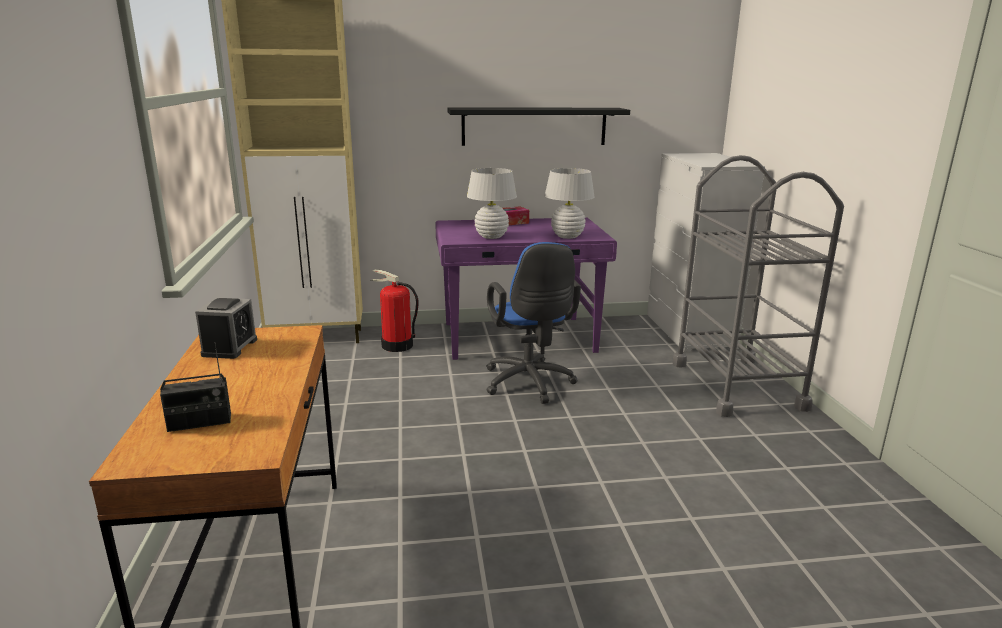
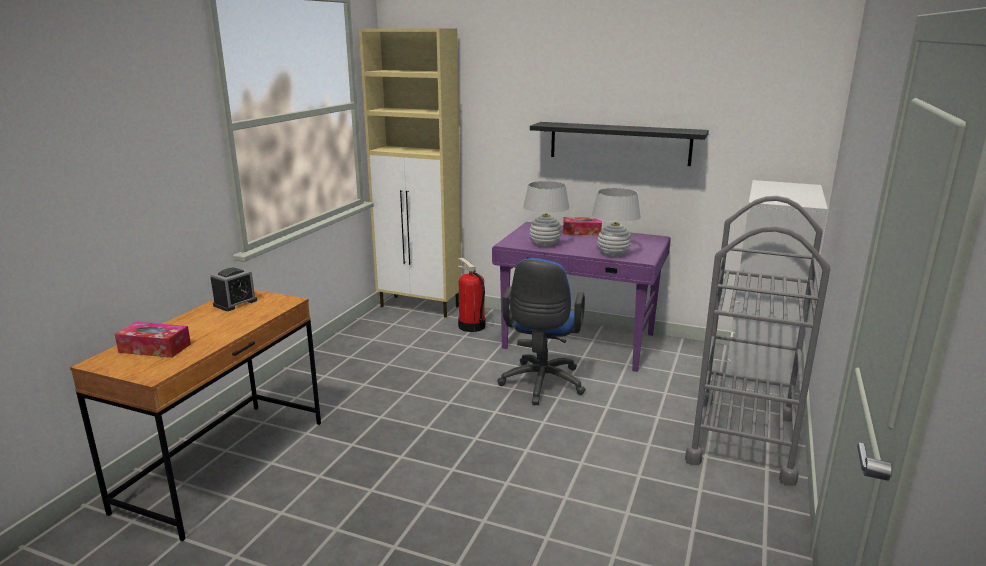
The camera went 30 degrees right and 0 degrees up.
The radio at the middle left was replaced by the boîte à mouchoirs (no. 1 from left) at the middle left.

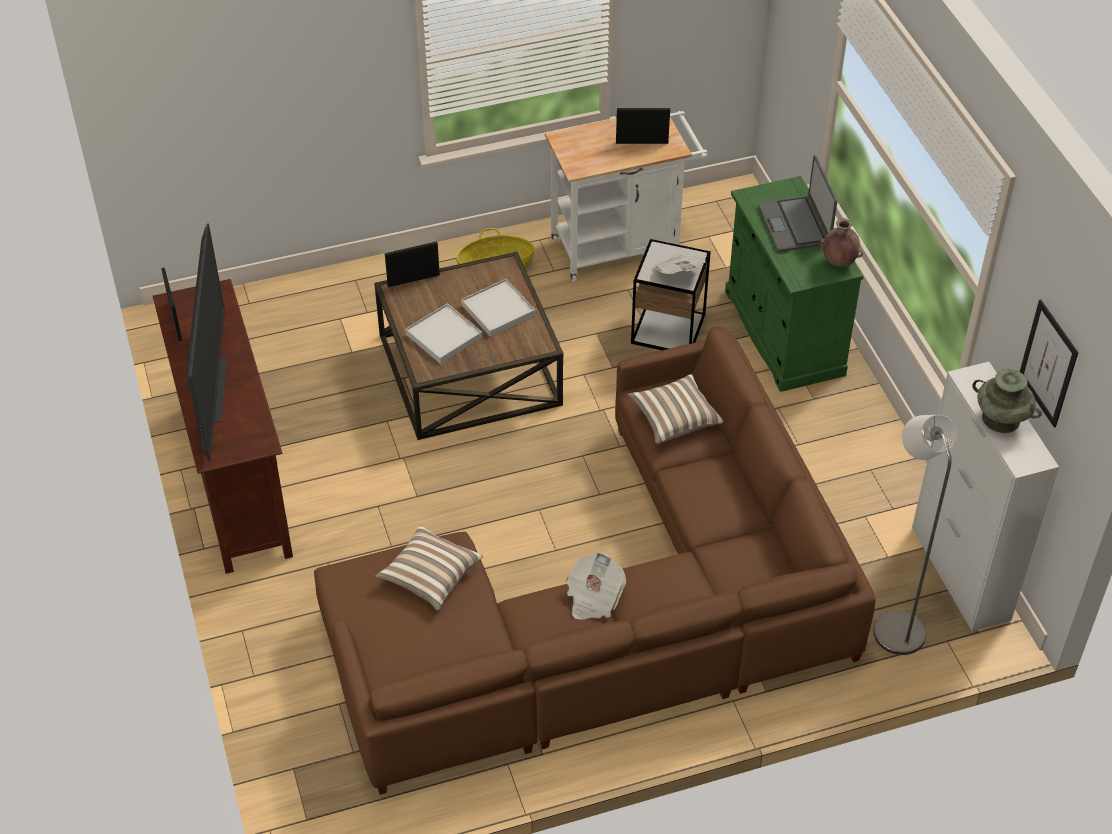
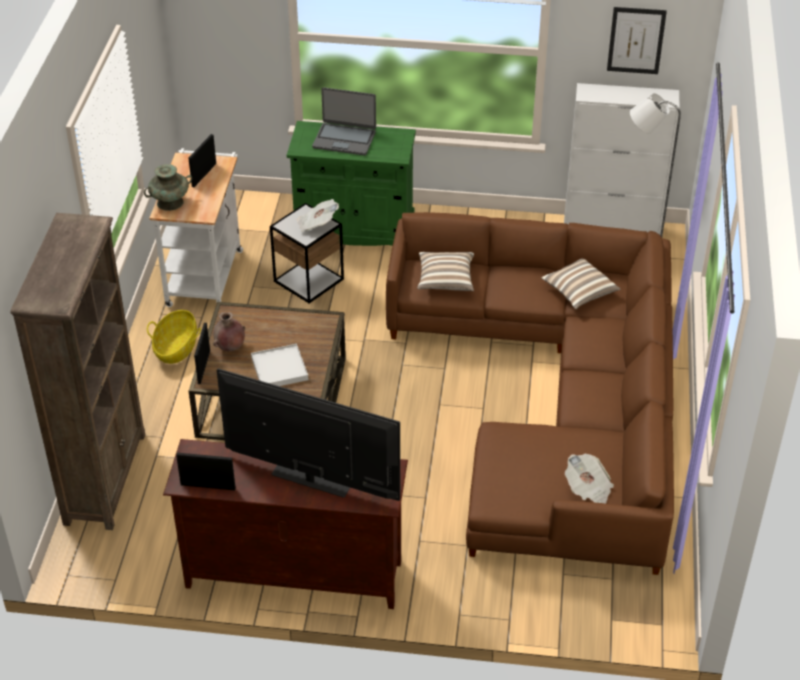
The camera went 65 degrees left and 5 degrees down.
The coussin (no. 1 from left in the first image) moved from the bottom centre to the middle right.
The plateau [blanc] (no. 2 from left) at the centre disappeared.
The journal (no. 1 from left in the first image) moved from the bottom centre to the bottom right.
The vase [marron] moved from the top right to the middle left.
The vase [turquoise] moved from the middle right to the top left.
The bibliothèque [marron] at the middle left appeared.

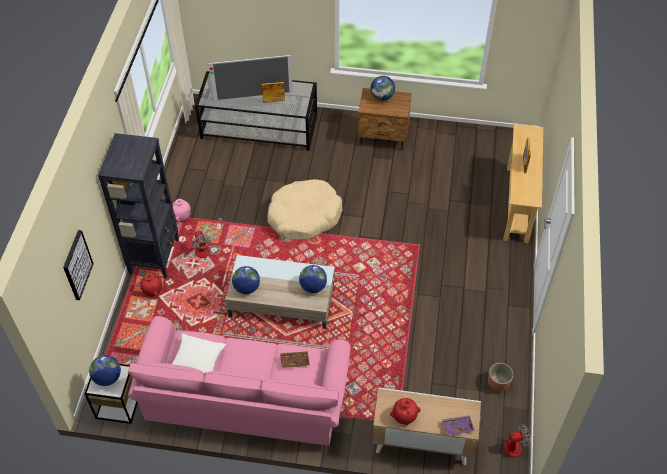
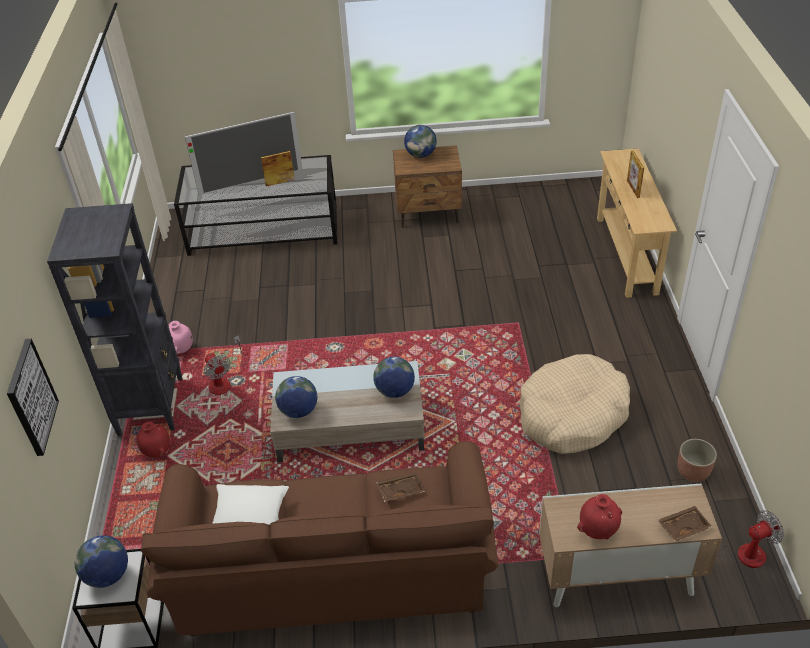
The camera went 10 degrees left and 10 degrees down.
The canapé [rose] at the bottom centre became the canapé [marron] at the bottom centre.
The panier pour chien [beige] moved from the centre to the middle right.
The plateau [violet] at the bottom right became the plateau [marron] (no. 2 from left) at the bottom right.

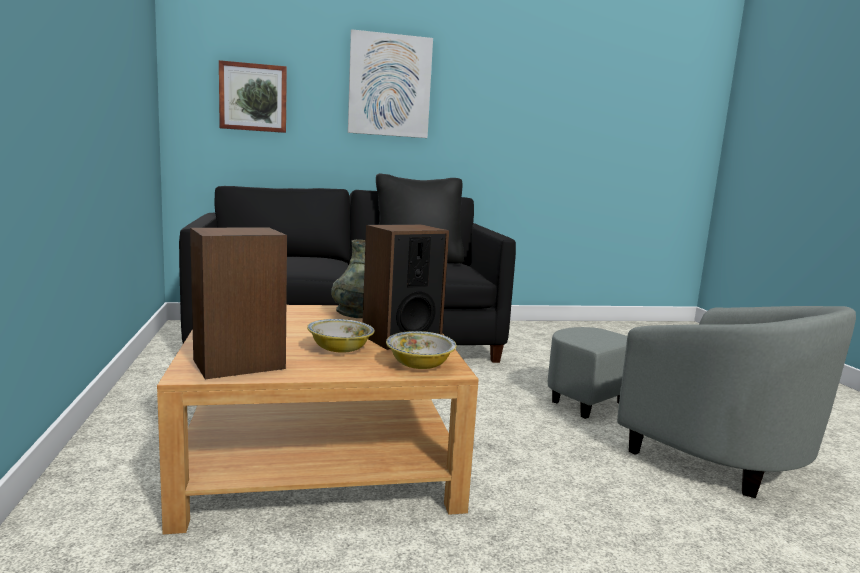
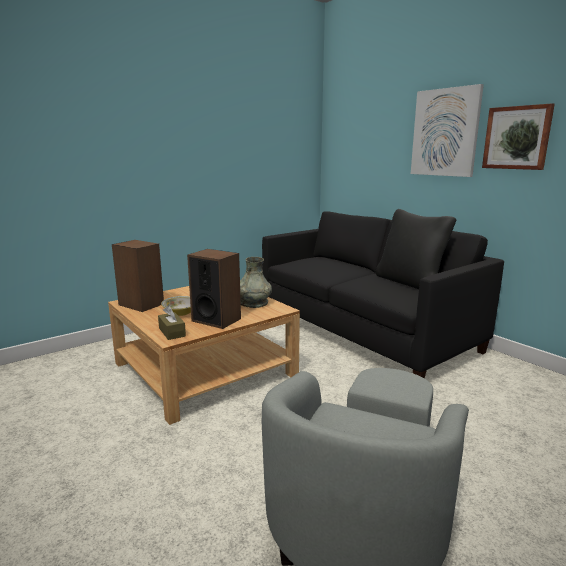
The camera went 65 degrees right and 5 degrees up.
The tableau (no. 1 from left in the first image) moved from the top left to the top right.
The bol (no. 2 from left) at the centre was replaced by the boîte à mouchoirs [marron] at the middle left.

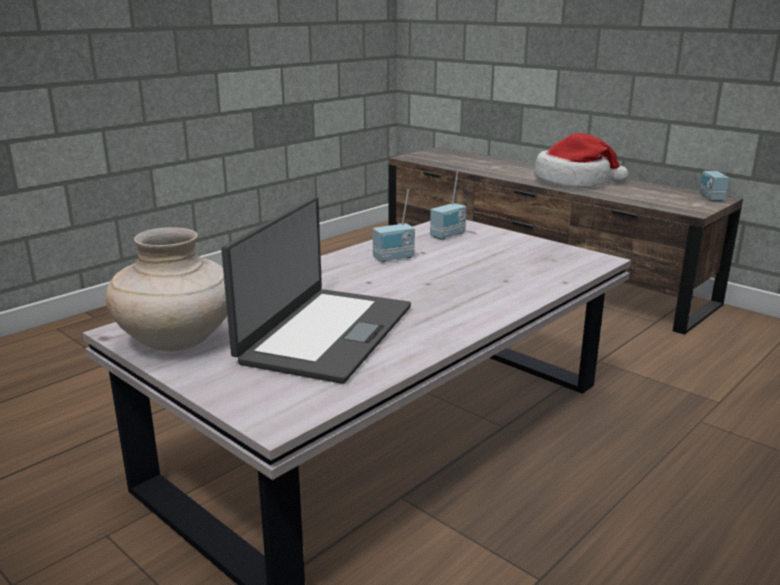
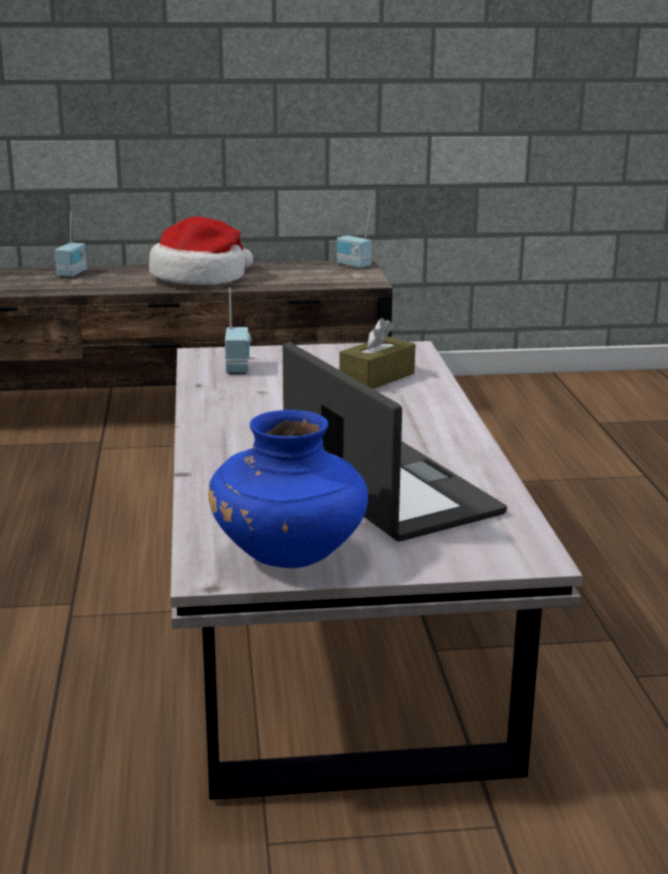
The camera went 50 degrees left and 0 degrees up.
The vase [beige] at the middle left became the vase [bleu] at the centre.
The radio (no. 1 from left) moved from the centre to the top left.
The boîte à mouchoirs [marron] at the centre appeared.

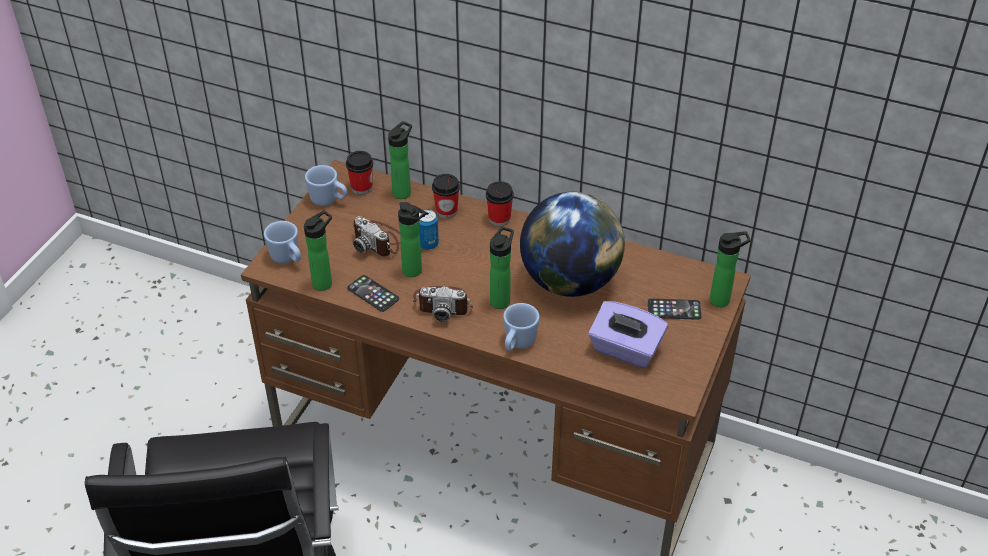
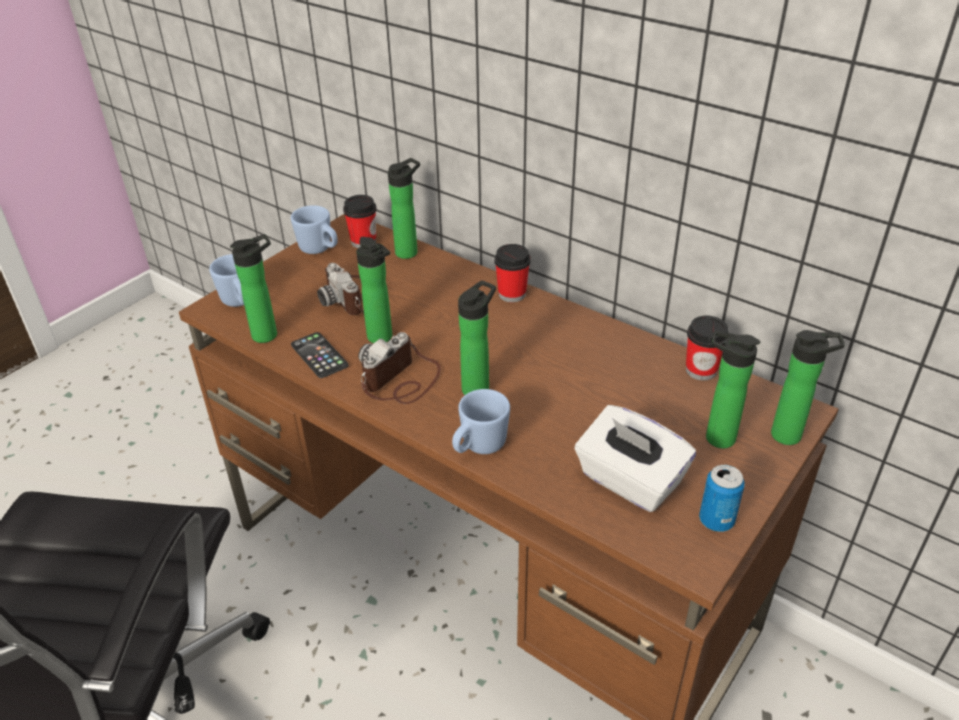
The camera went 15 degrees right and 5 degrees down.
The appareil photo (no. 2 from left) at the centre turned 105 degrees clockwise.
The boîte métallique moved from the centre to the bottom right.
The tasse (no. 2 from left in the first image) moved from the centre to the middle right.
The globe at the centre disappeared.
The boîte à mouchoirs [violet] at the centre became the boîte à mouchoirs [blanc] at the centre.
The téléphone (no. 2 from left) at the middle right was replaced by the bouteille (no. 5 from left) at the middle right.

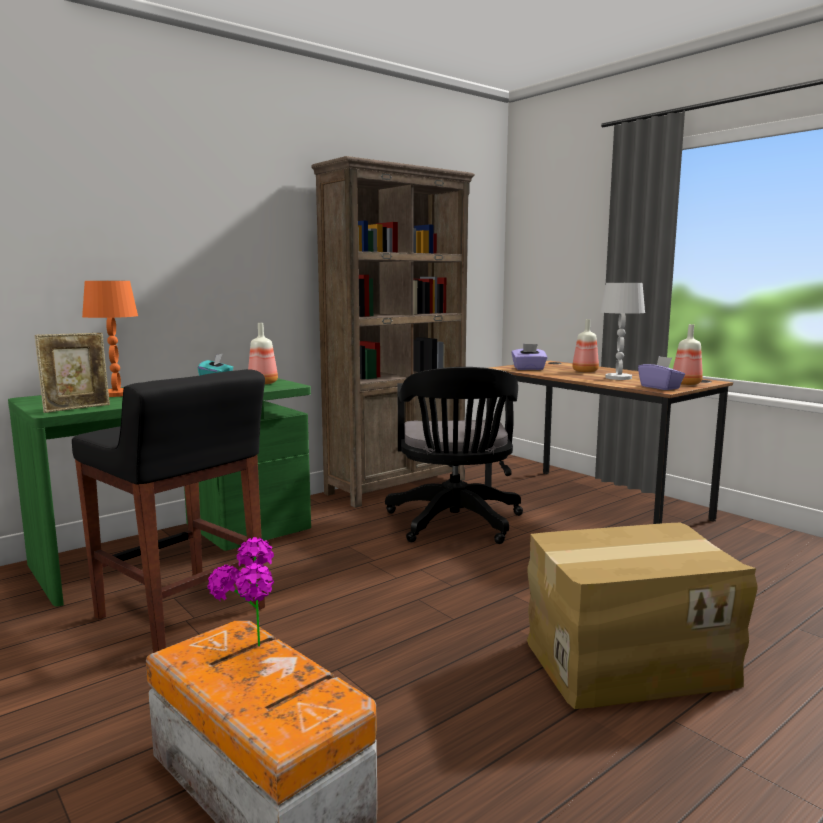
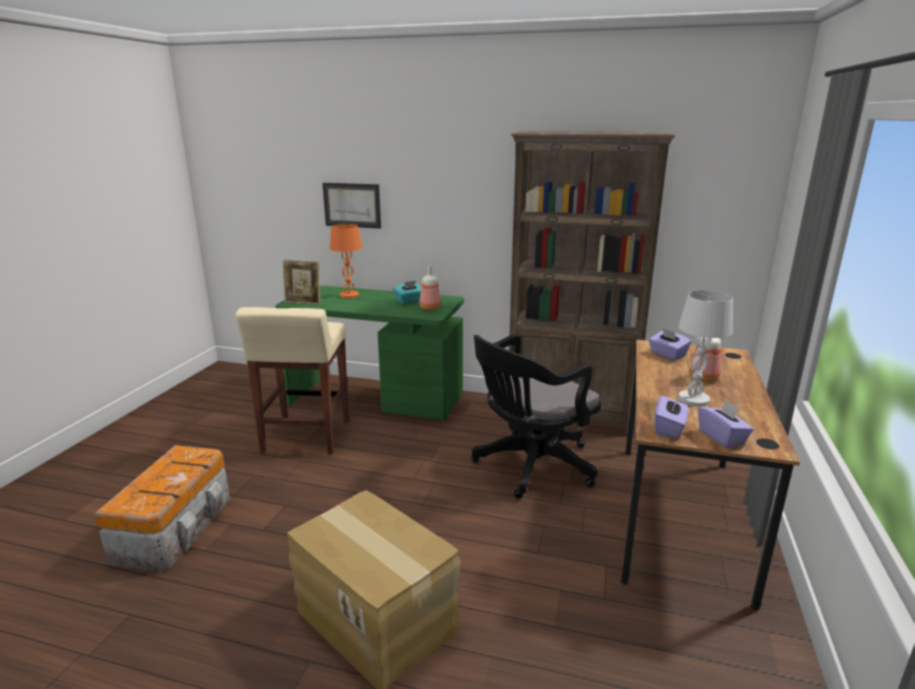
The camera went 55 degrees right and 10 degrees up.
The tabouret [noir] at the middle left became the tabouret [beige] at the middle left.
The plante en pot at the bottom left disappeared.
The bouteille (no. 3 from left) at the middle right was replaced by the boîte à mouchoirs [violet] (no. 3 from left) at the middle right.
The tableau at the top centre appeared.

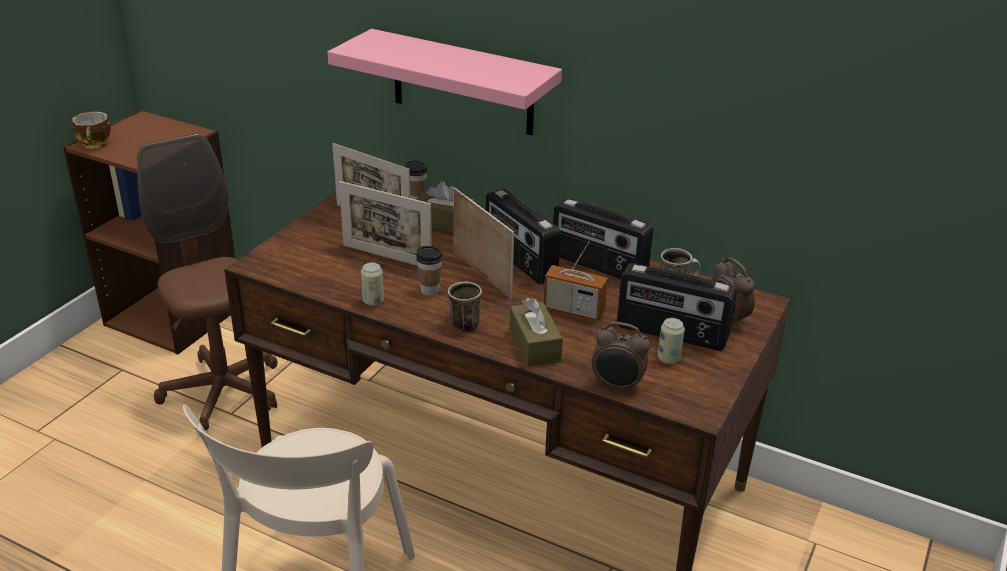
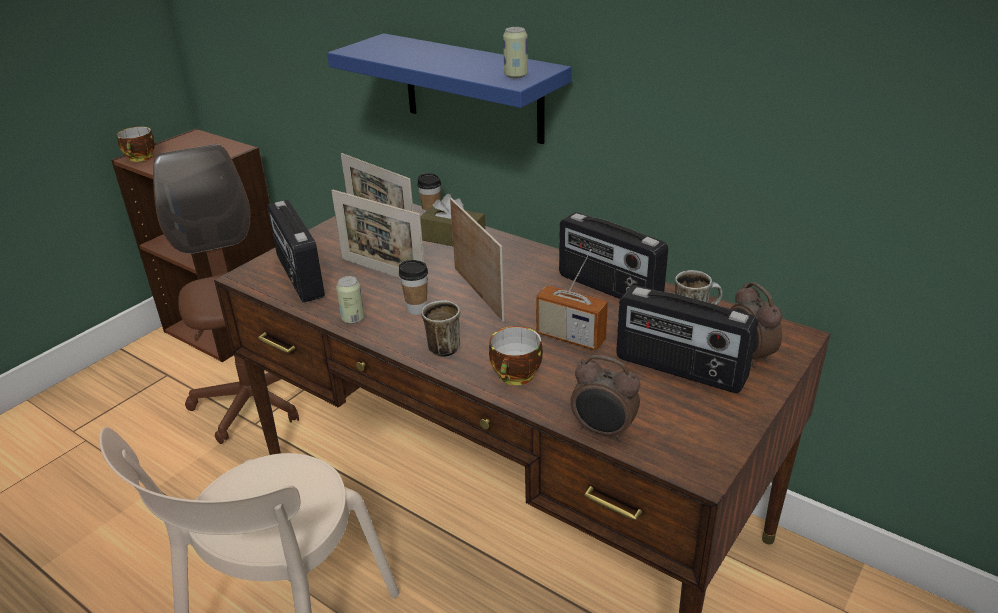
The camera went 10 degrees right and 0 degrees up.
The étagère [rose] at the top centre became the étagère [bleu] at the top centre.
The radio (no. 1 from left) moved from the centre to the middle left.
The boîte à mouchoirs [marron] (no. 2 from left) at the centre was replaced by the tasse (no. 4 from left) at the centre.
The boîte métallique (no. 2 from left) moved from the centre to the top centre.

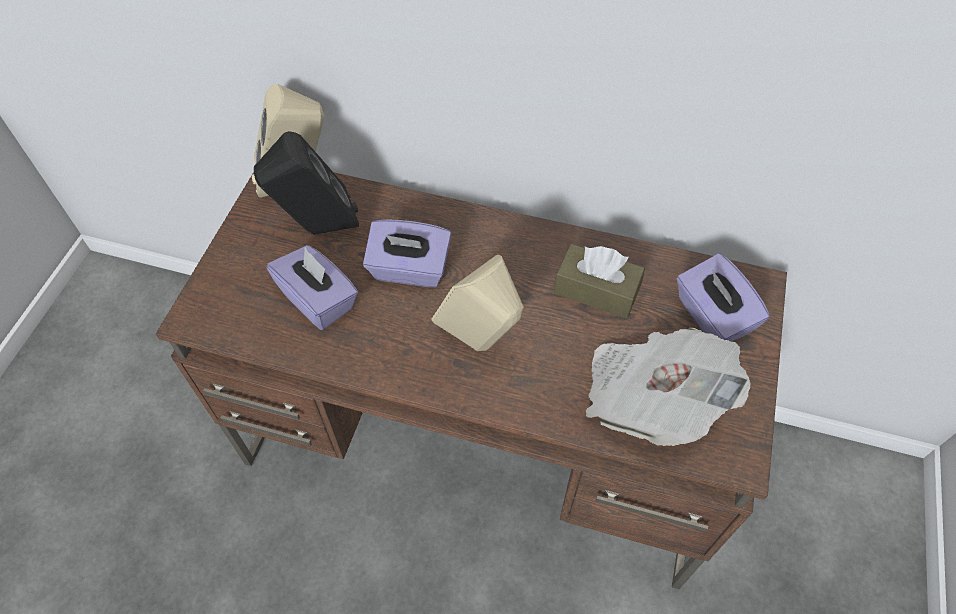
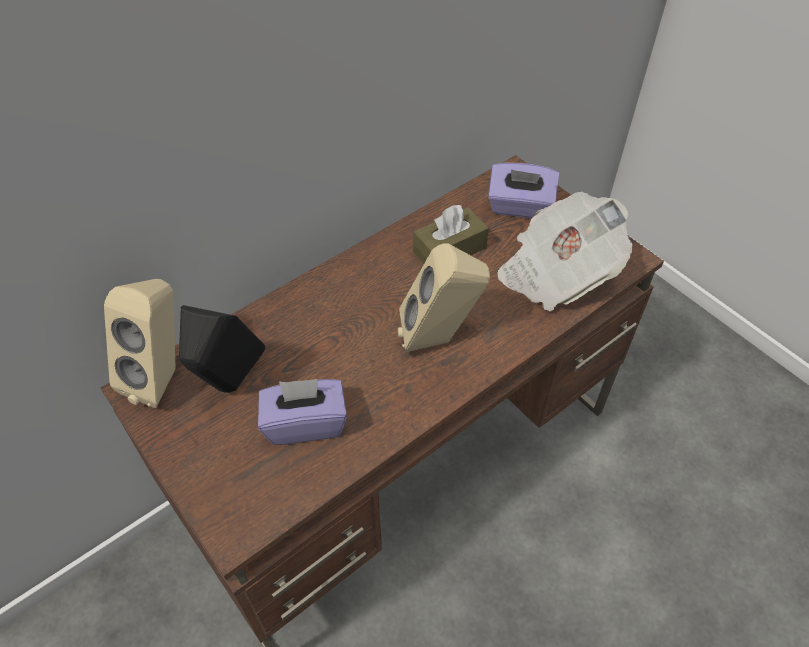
The camera went 55 degrees left and 5 degrees down.
The boîte à mouchoirs [violet] (no. 2 from left) at the centre disappeared.

